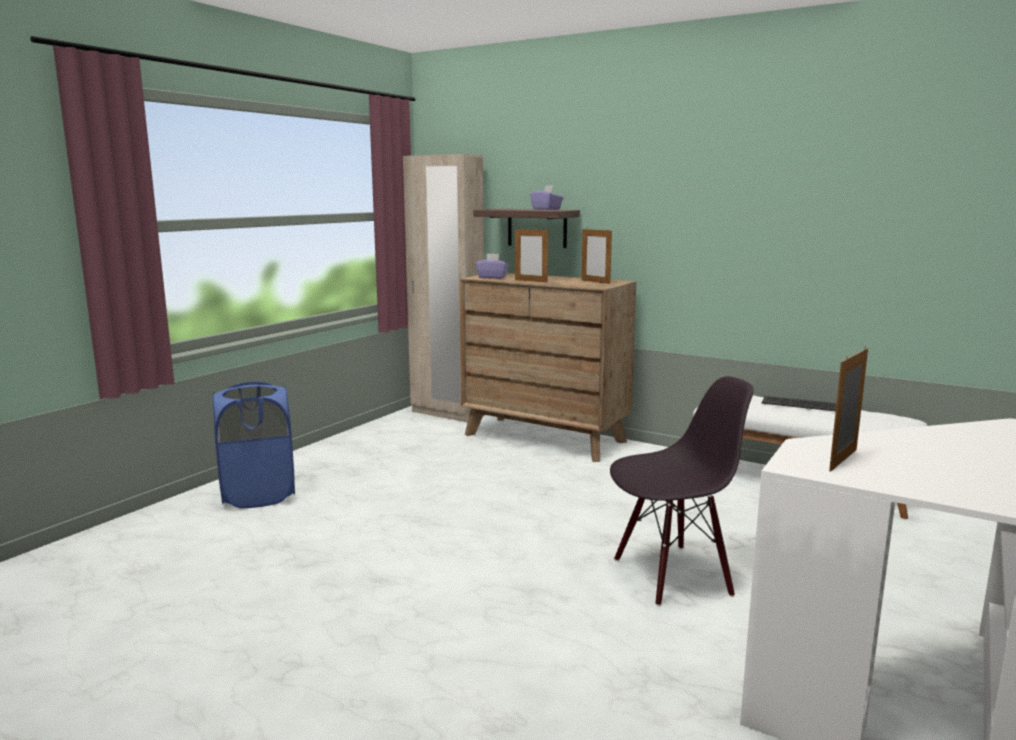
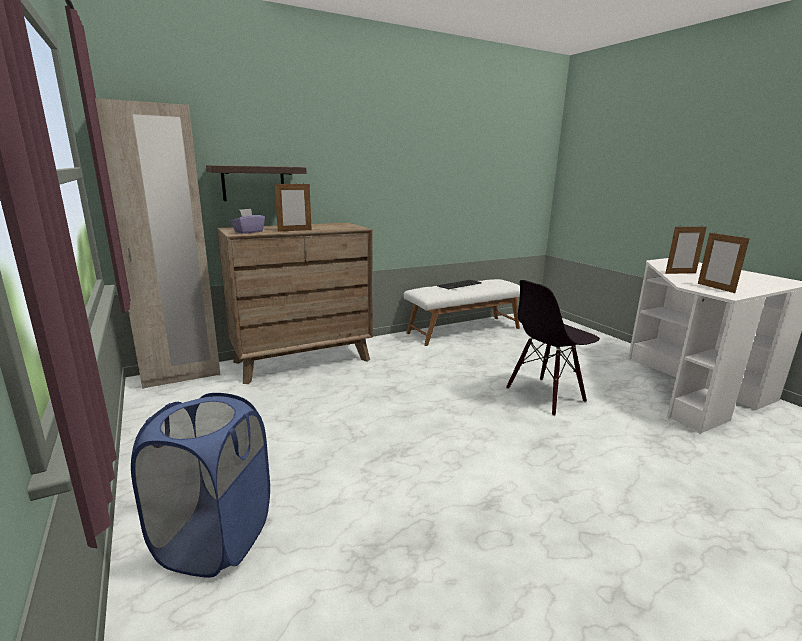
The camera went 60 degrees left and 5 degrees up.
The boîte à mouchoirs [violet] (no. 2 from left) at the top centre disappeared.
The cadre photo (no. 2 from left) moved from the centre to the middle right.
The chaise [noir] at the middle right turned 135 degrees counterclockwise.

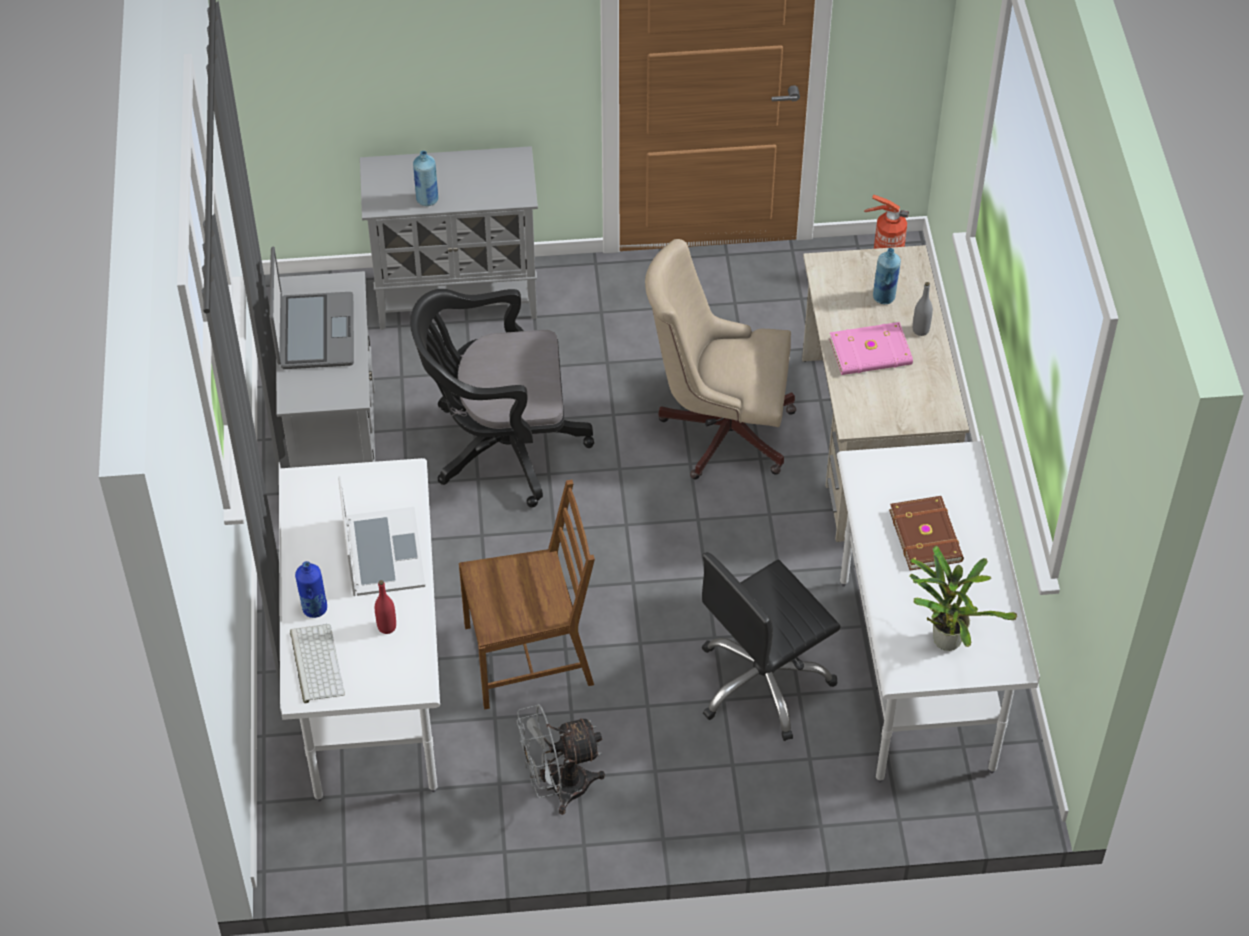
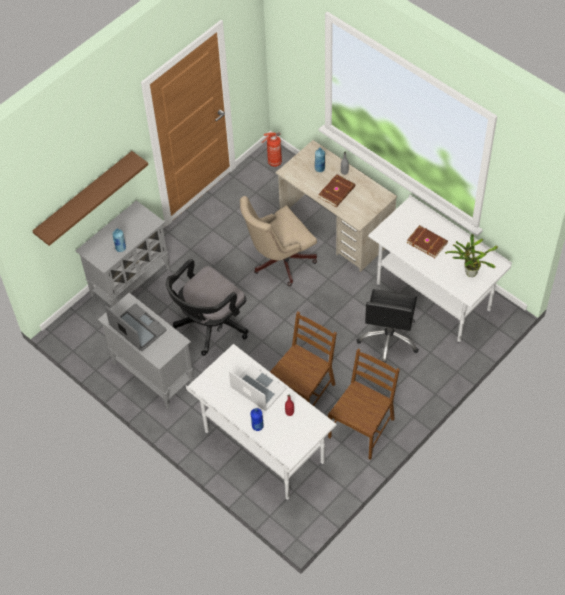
The camera went 40 degrees left and 5 degrees up.
The clavier at the bottom left disappeared.
The ventilateur [gris] at the bottom centre was replaced by the chaise [marron] (no. 2 from left) at the bottom centre.
The livre [rose] at the middle right became the livre [marron] (no. 1 from left) at the top centre.
The étagère [marron] at the top left appeared.

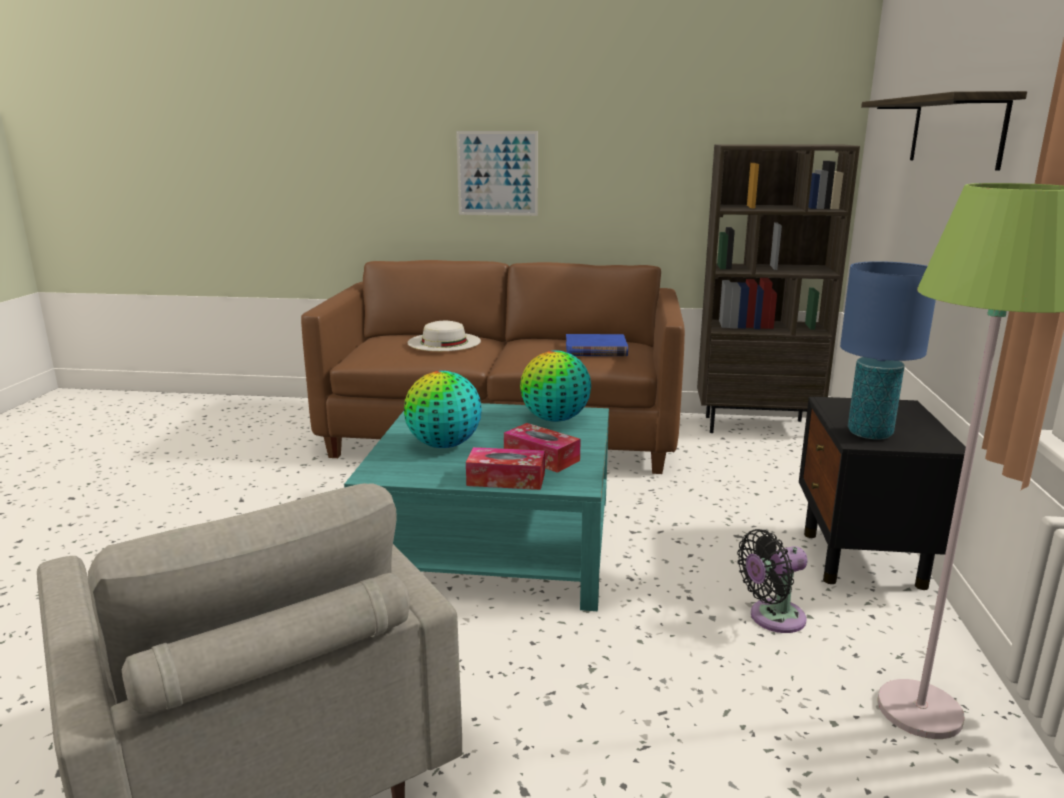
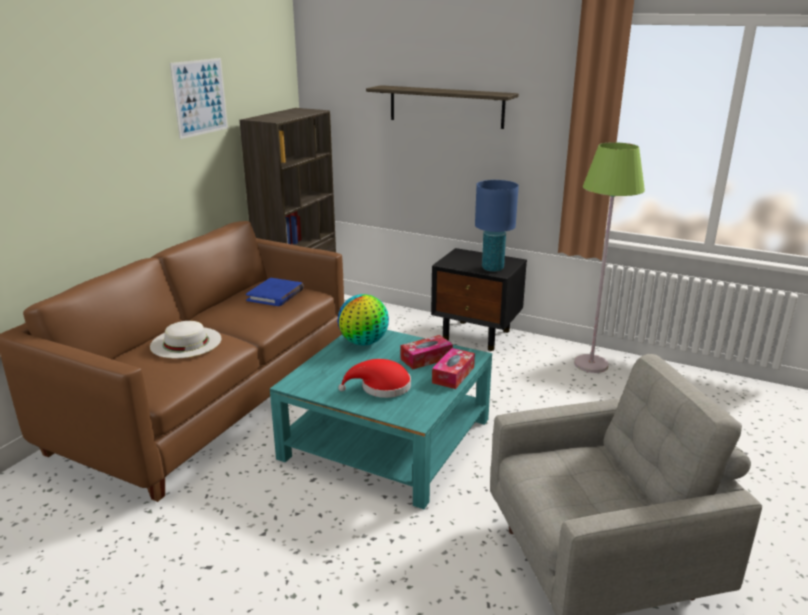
The camera went 70 degrees left and 5 degrees up.
The globe (no. 1 from left) at the centre was replaced by the chapeau [rouge] at the centre.
The tableau moved from the top centre to the top left.
The ventilateur [noir] at the bottom right disappeared.

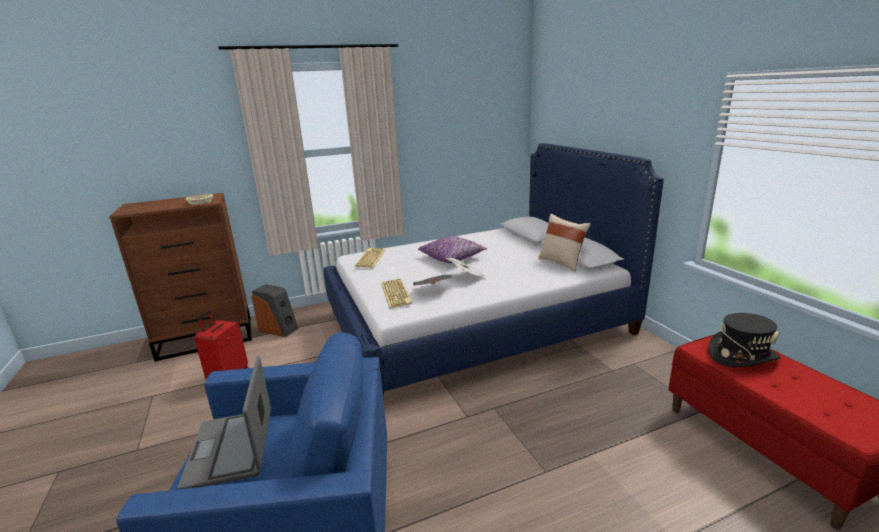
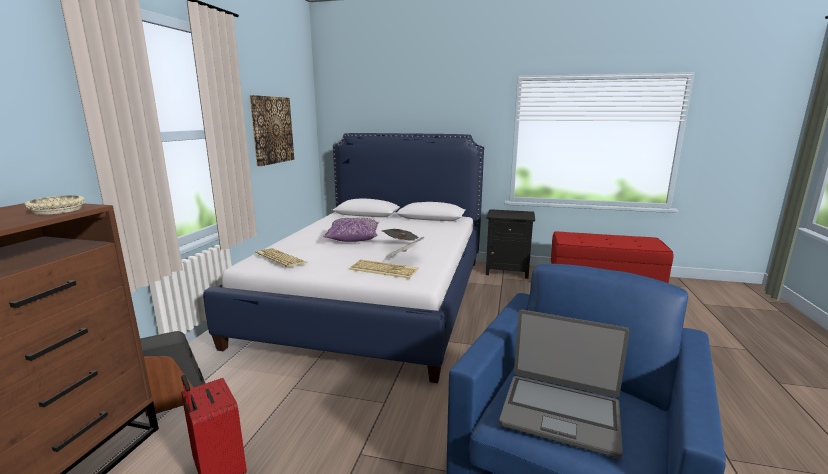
The camera went 55 degrees left and 5 degrees down.
The coussin [beige] at the centre disappeared.
The chapeau [noir] at the middle right disappeared.
The tableau at the top left appeared.
The table de chevet [noir] at the centre appeared.

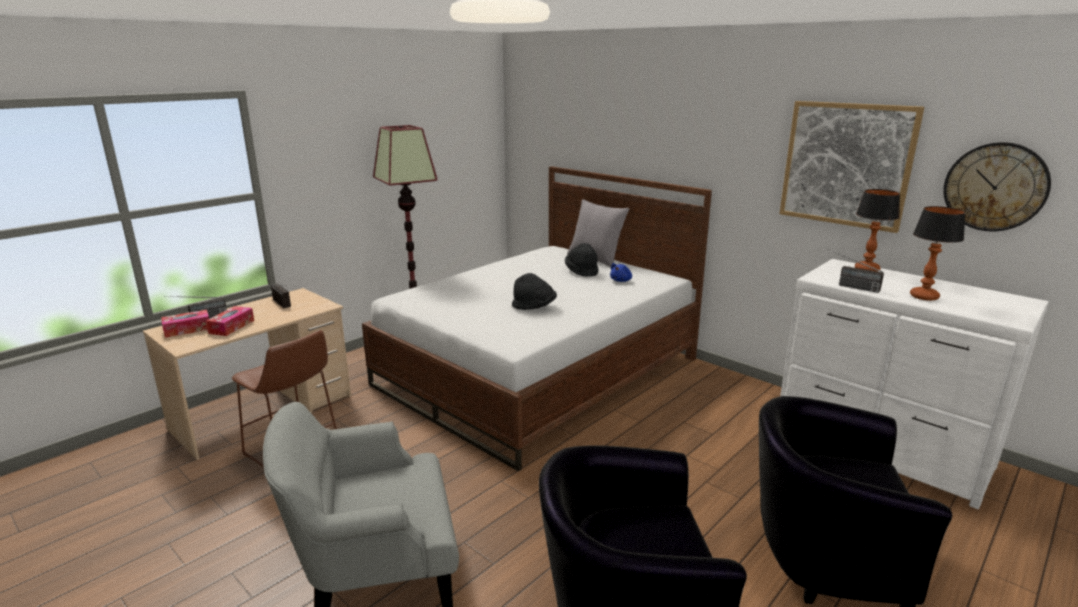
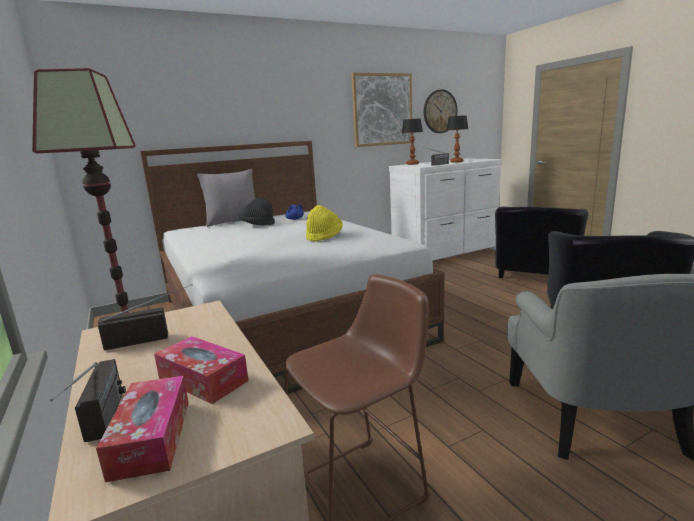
The camera went 70 degrees left and 5 degrees down.
The chapeau [noir] (no. 1 from left) at the centre became the chapeau [jaune] at the centre.

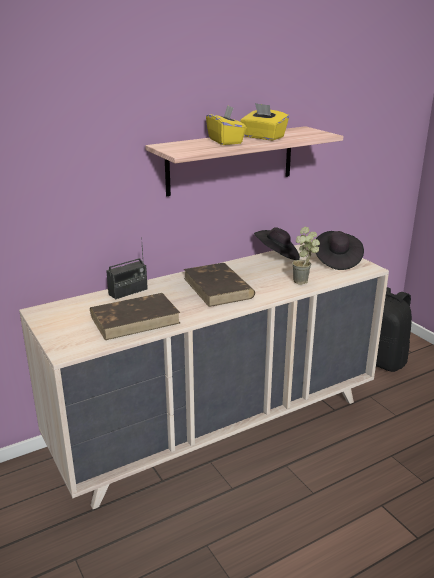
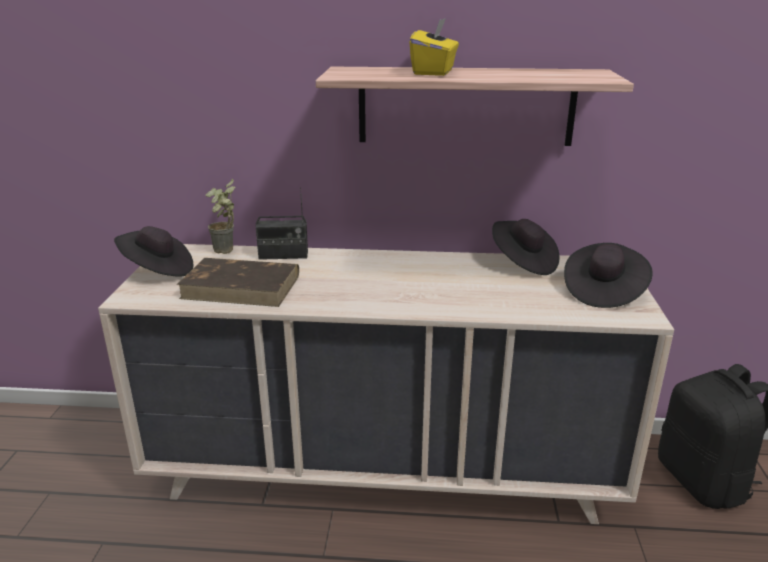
The camera went 35 degrees right and 0 degrees up.
The livre [marron] (no. 2 from left) at the centre disappeared.
The boîte à mouchoirs [jaune] (no. 2 from left) at the top centre disappeared.
The plante en pot moved from the middle right to the middle left.
The chapeau [noir] (no. 1 from left) at the middle left appeared.

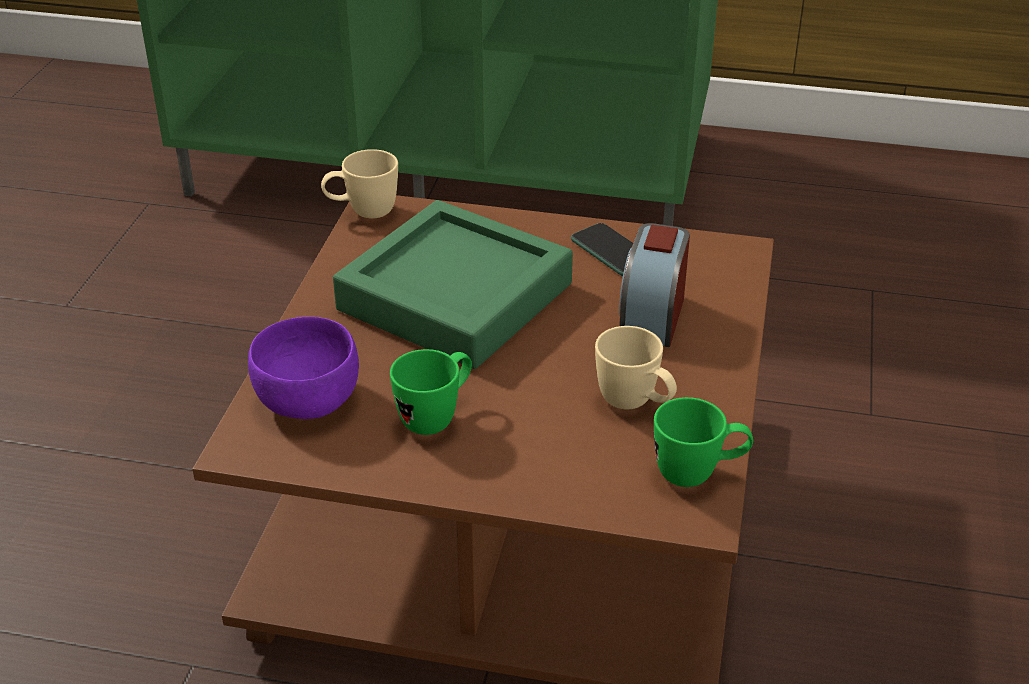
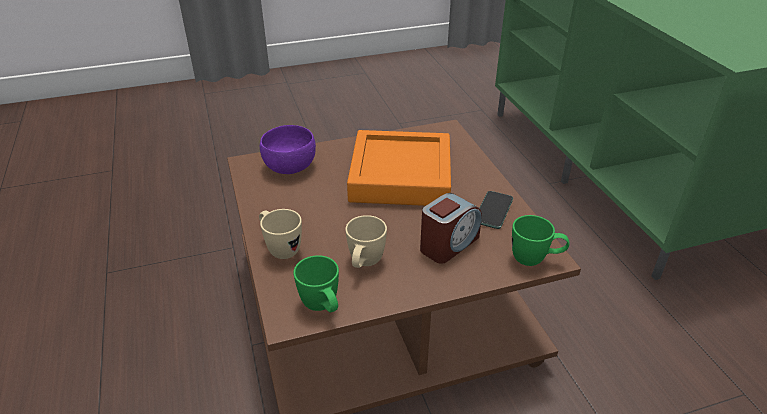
The camera went 60 degrees right and 0 degrees up.
The mug [beige] (no. 1 from left) moved from the top centre to the centre.
The plateau [vert] at the centre became the plateau [orange] at the centre.
The mug [vert] (no. 1 from left in the first image) moved from the centre to the middle right.
The réveil at the centre turned 150 degrees clockwise.

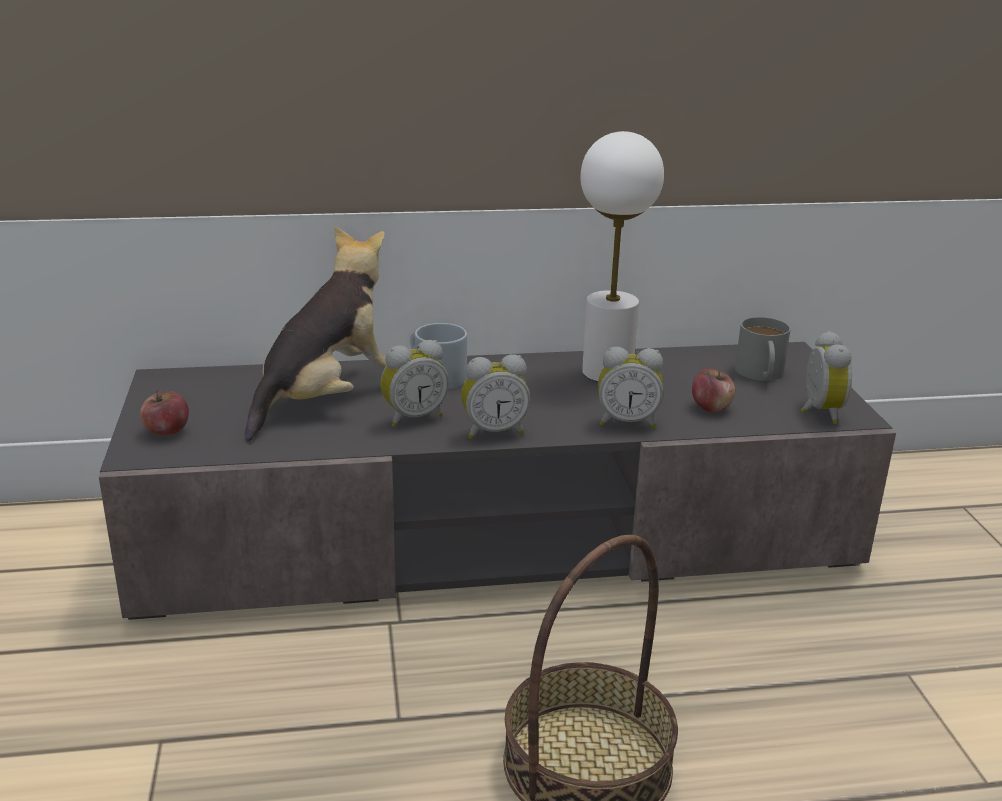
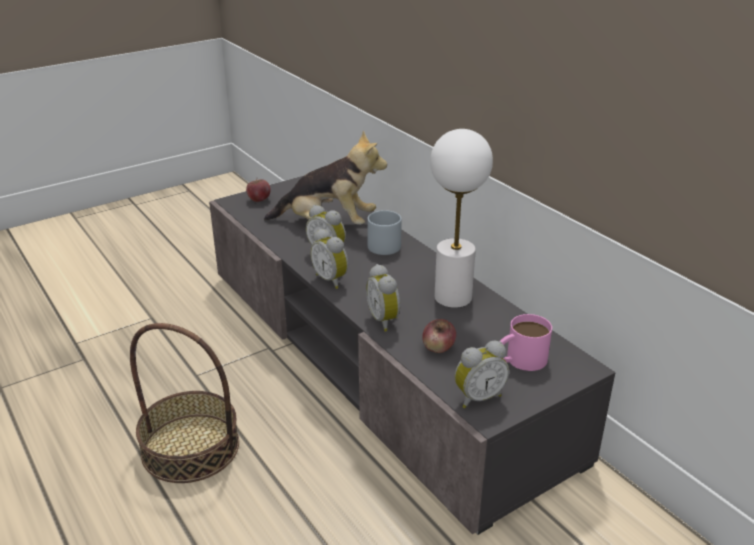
The camera went 65 degrees right and 5 degrees up.
The mug [gris] (no. 2 from left) at the middle right became the mug [rose] at the middle right.

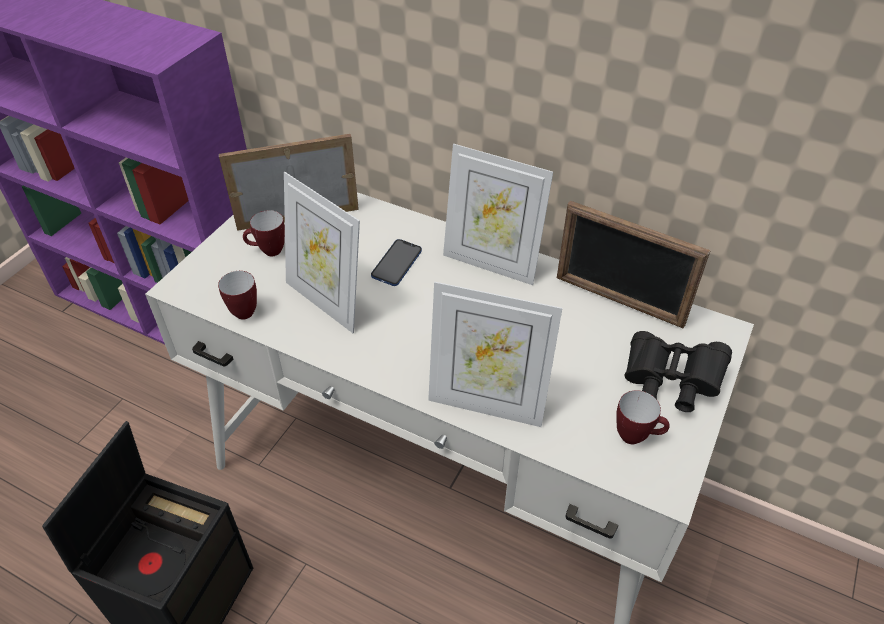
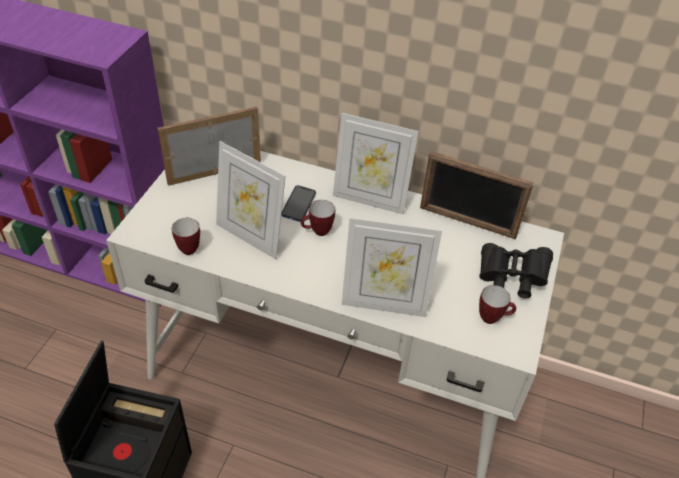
The camera went 10 degrees left and 0 degrees up.
The mug (no. 2 from left) moved from the middle left to the centre.

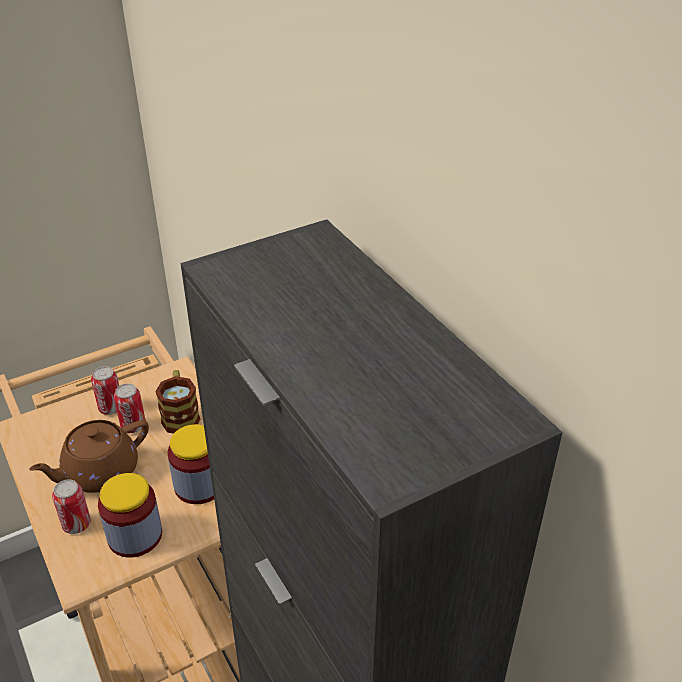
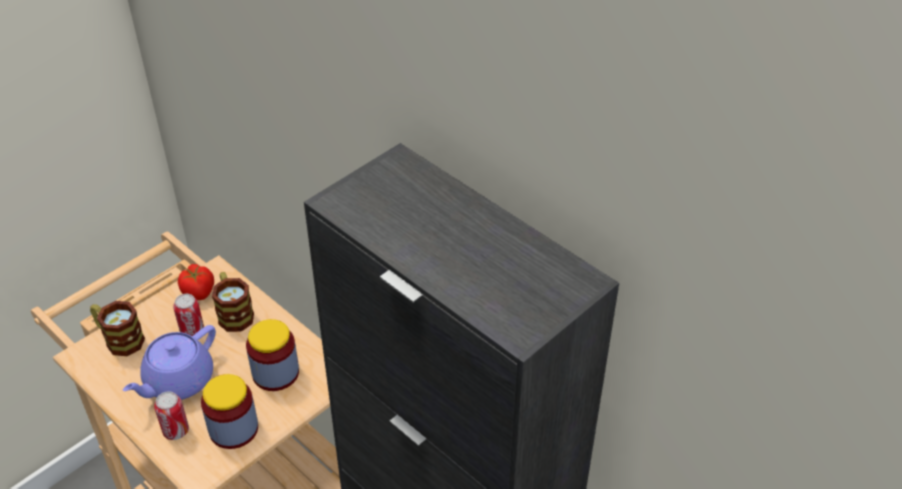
The camera went 15 degrees left and 5 degrees up.
The théière [marron] at the bottom left became the théière [violet] at the bottom left.
The boîte métallique (no. 2 from left) at the middle left disappeared.
The mug (no. 1 from left) at the bottom left appeared.
The tomate at the middle left appeared.

